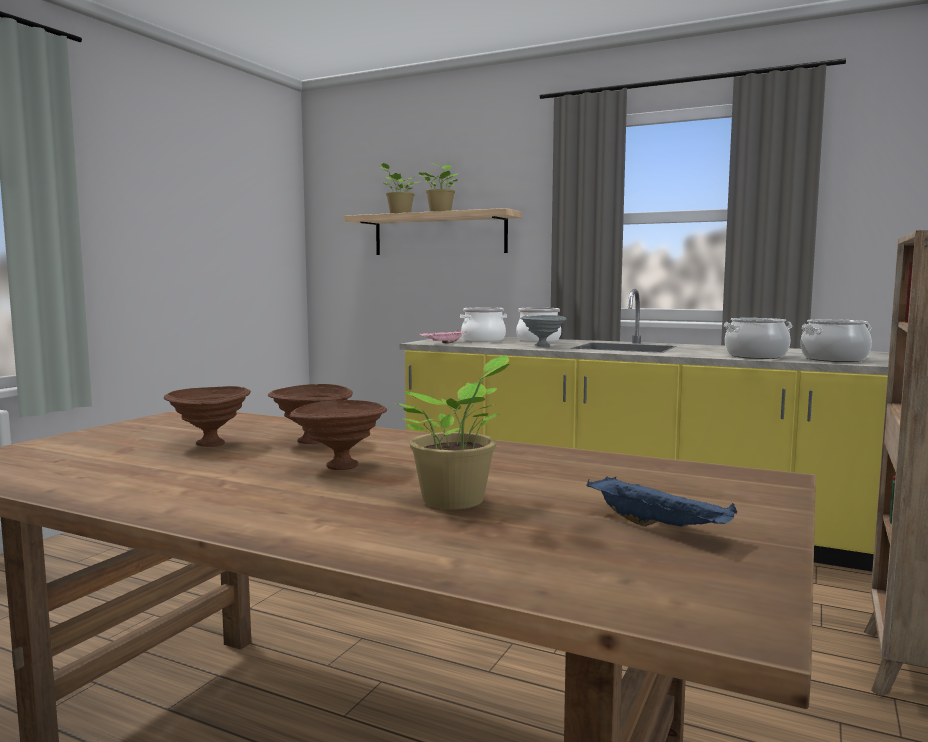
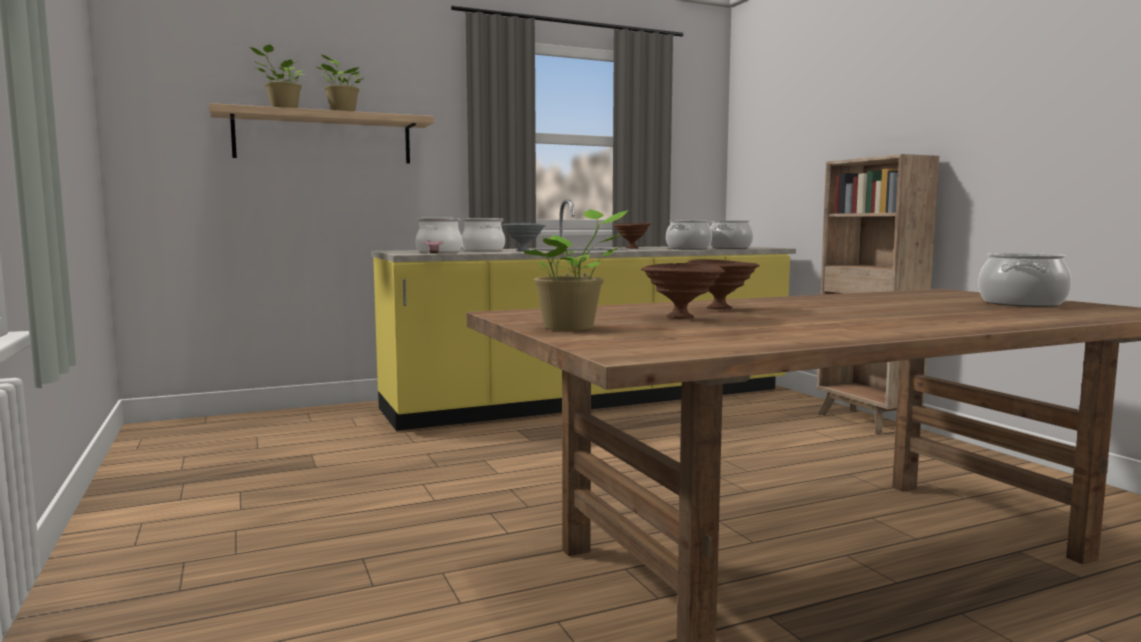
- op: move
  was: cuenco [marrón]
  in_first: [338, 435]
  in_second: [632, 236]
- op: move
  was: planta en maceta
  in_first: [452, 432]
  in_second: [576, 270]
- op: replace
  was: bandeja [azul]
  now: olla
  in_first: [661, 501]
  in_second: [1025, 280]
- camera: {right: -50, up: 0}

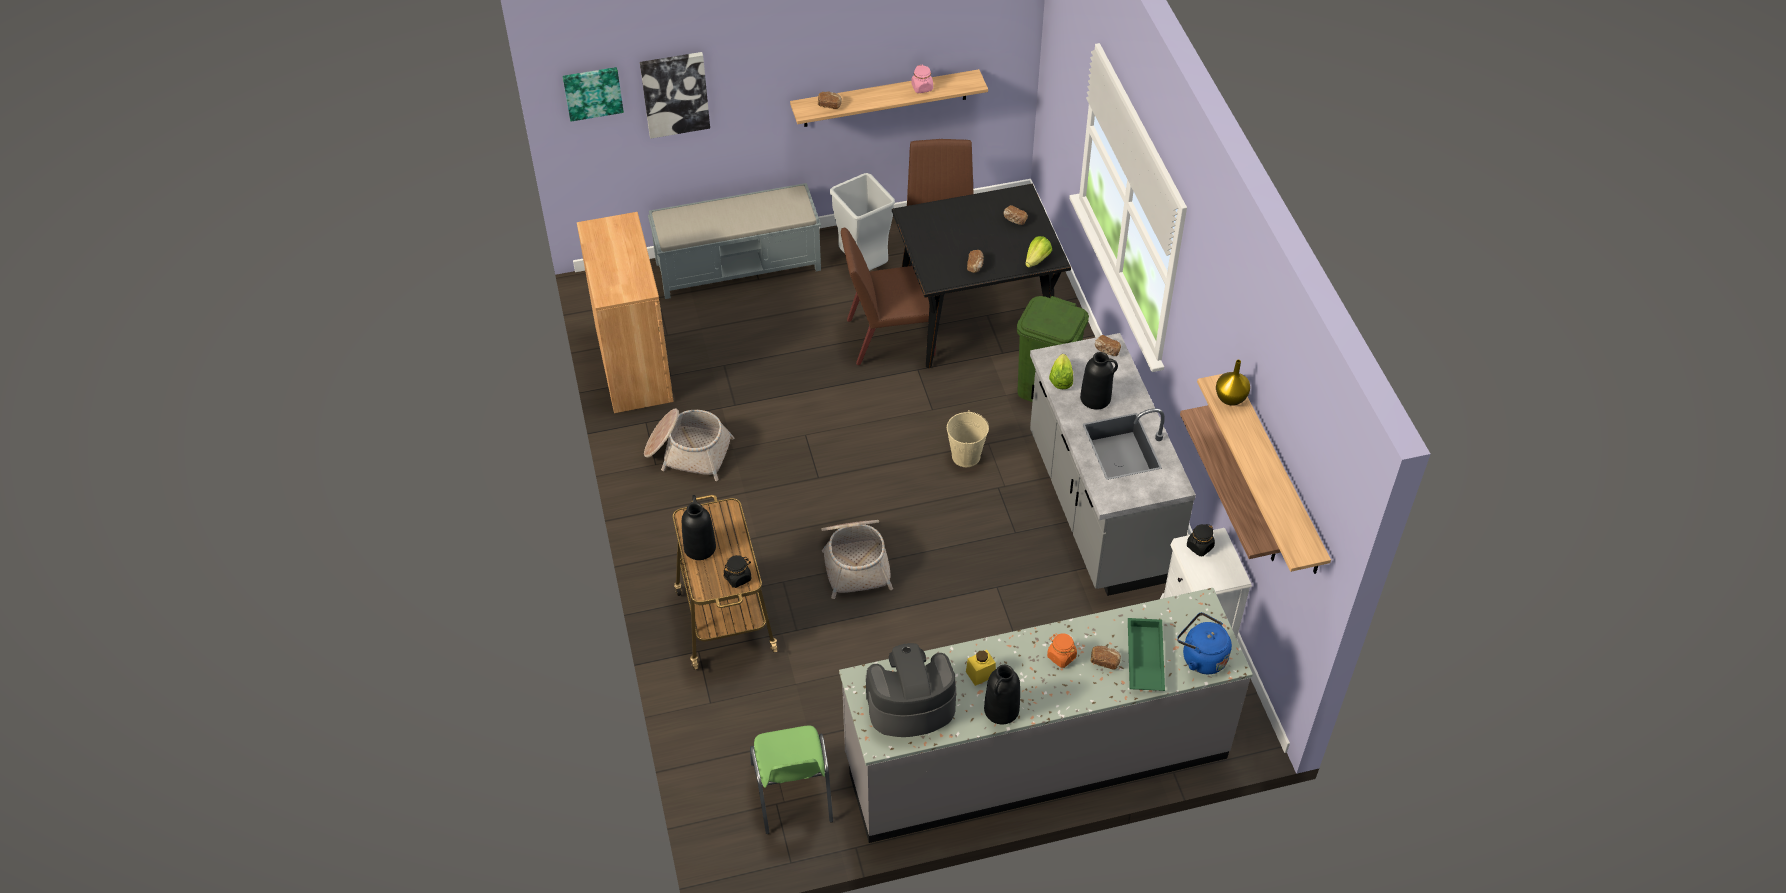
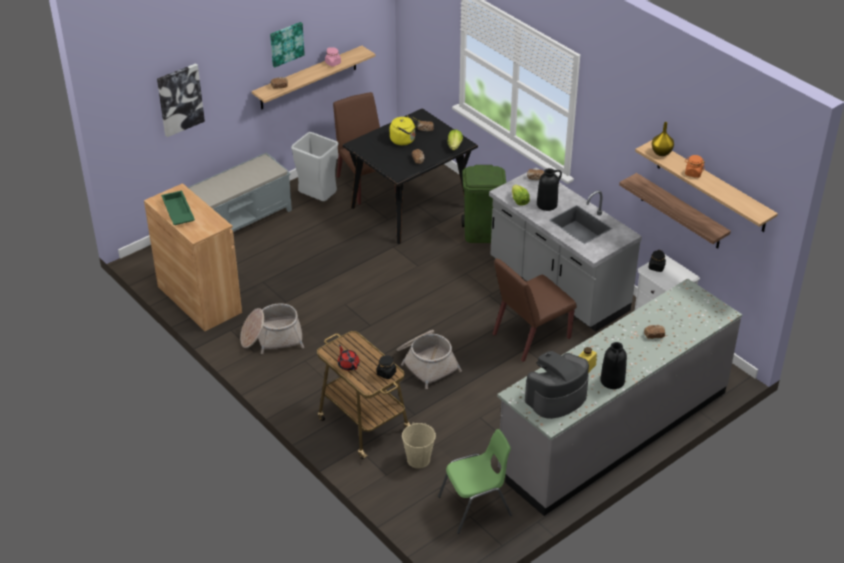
- op: move
  was: cuadro
  in_first: [593, 94]
  in_second: [287, 44]
- op: replace
  was: florero [negro]
  now: tetera [rojo]
  in_first: [699, 527]
  in_second: [349, 357]
- op: rotate
  was: silla [verde]
  in_first: [791, 780]
  in_second: [475, 481]
  clockwise: -75
- op: move
  was: silla [marrón]
  in_first: [888, 296]
  in_second: [534, 310]
- op: move
  was: cubo [beis]
  in_first: [968, 438]
  in_second: [419, 446]
- op: move
  was: tarro [naranja]
  in_first: [1062, 650]
  in_second: [695, 166]
- op: move
  was: bandeja [verde]
  in_first: [1146, 654]
  in_second: [178, 208]
- op: delete
  was: hervidor [azul]
  in_first: [1204, 643]
- op: insert
  now: hervidor [amarillo]
  in_second: [405, 130]
- camera: {right: -25, up: -10}

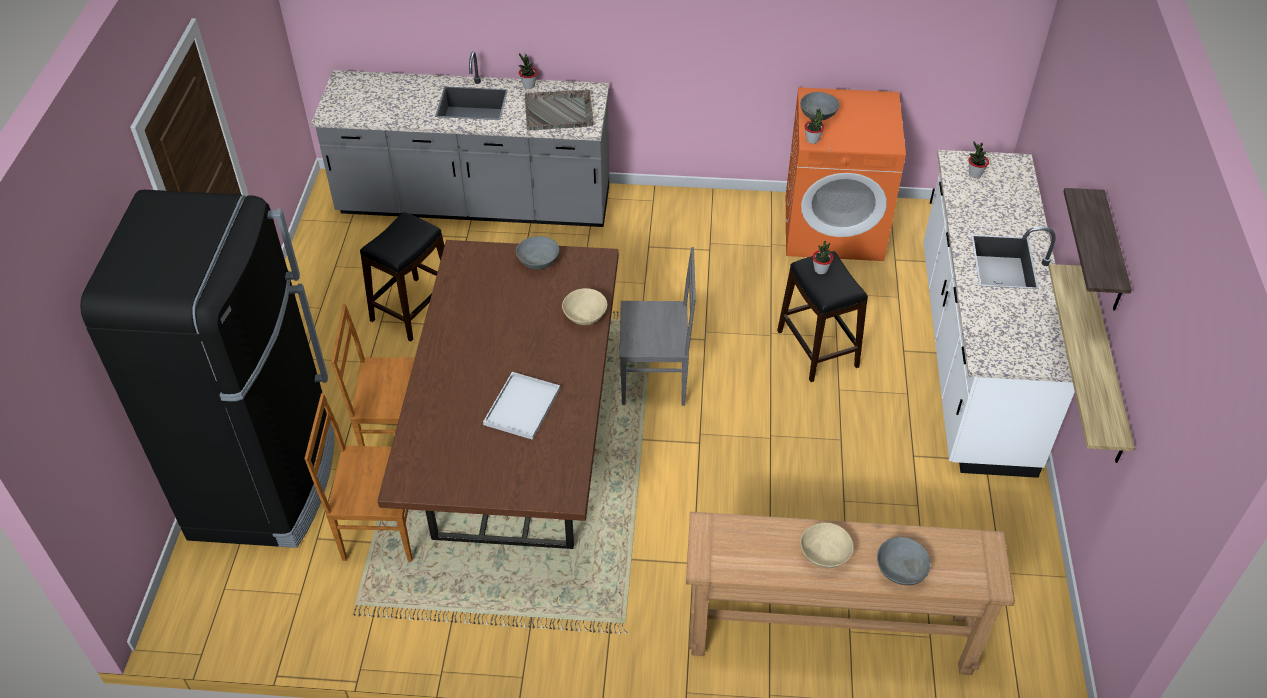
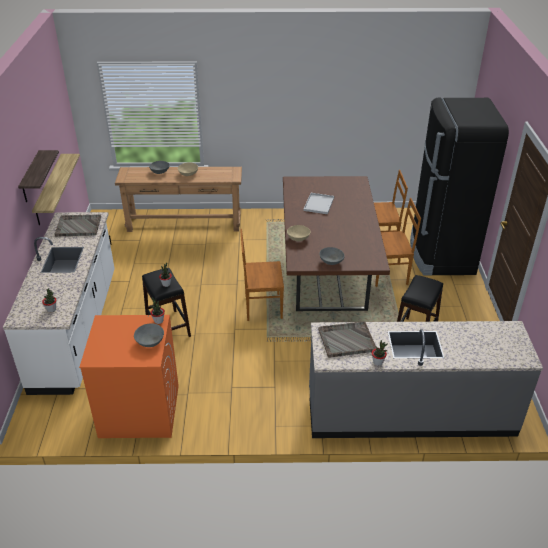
- op: recolor
  was: silla [gris]
  now: silla [marrón]
  in_first: [658, 326]
  in_second: [262, 275]
- op: insert
  now: bandeja [gris]
  in_second: [78, 226]
- camera: {right: 175, up: -10}

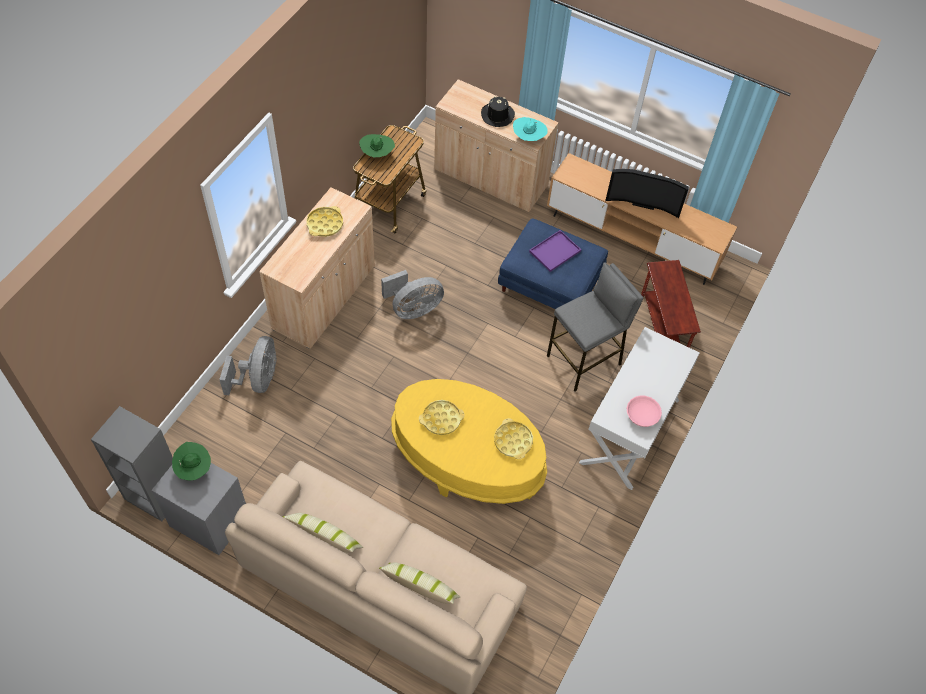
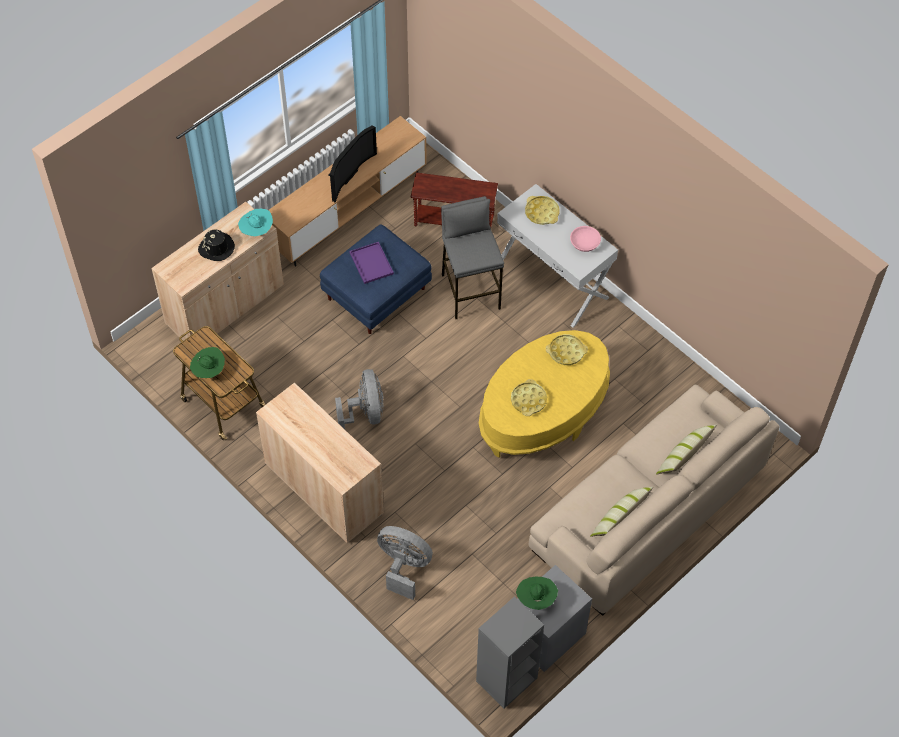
- op: move
  was: bandeja [amarillo]
  in_first: [325, 221]
  in_second: [542, 210]
- camera: {right: -70, up: 0}

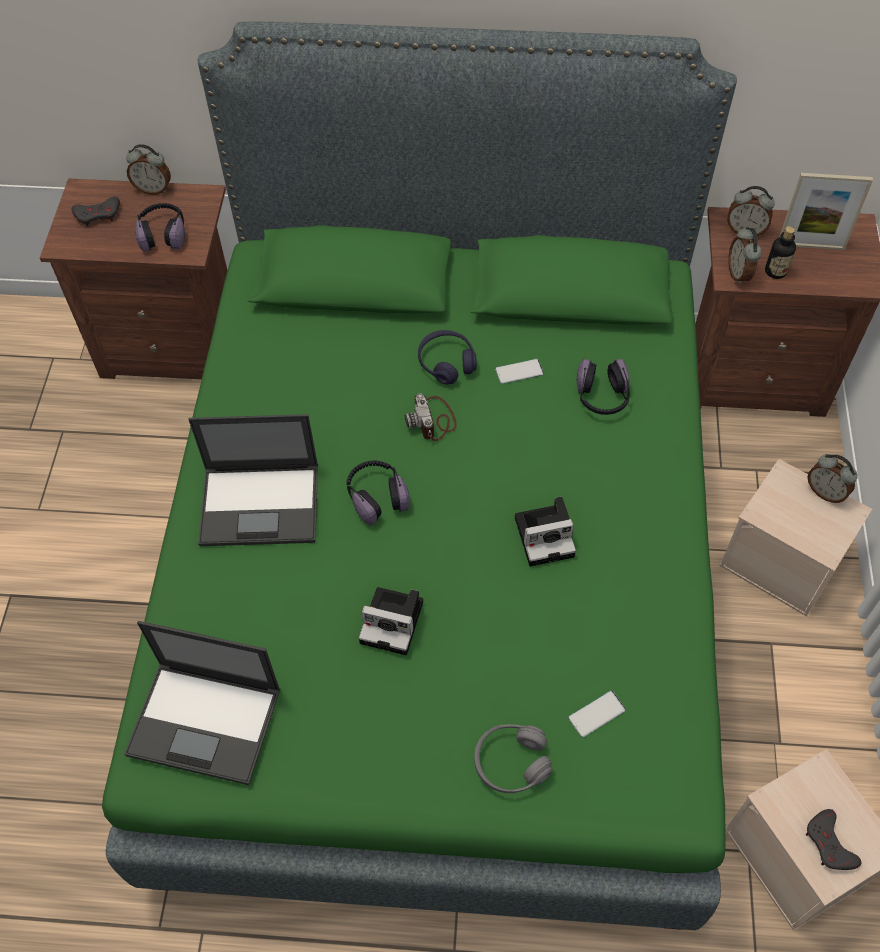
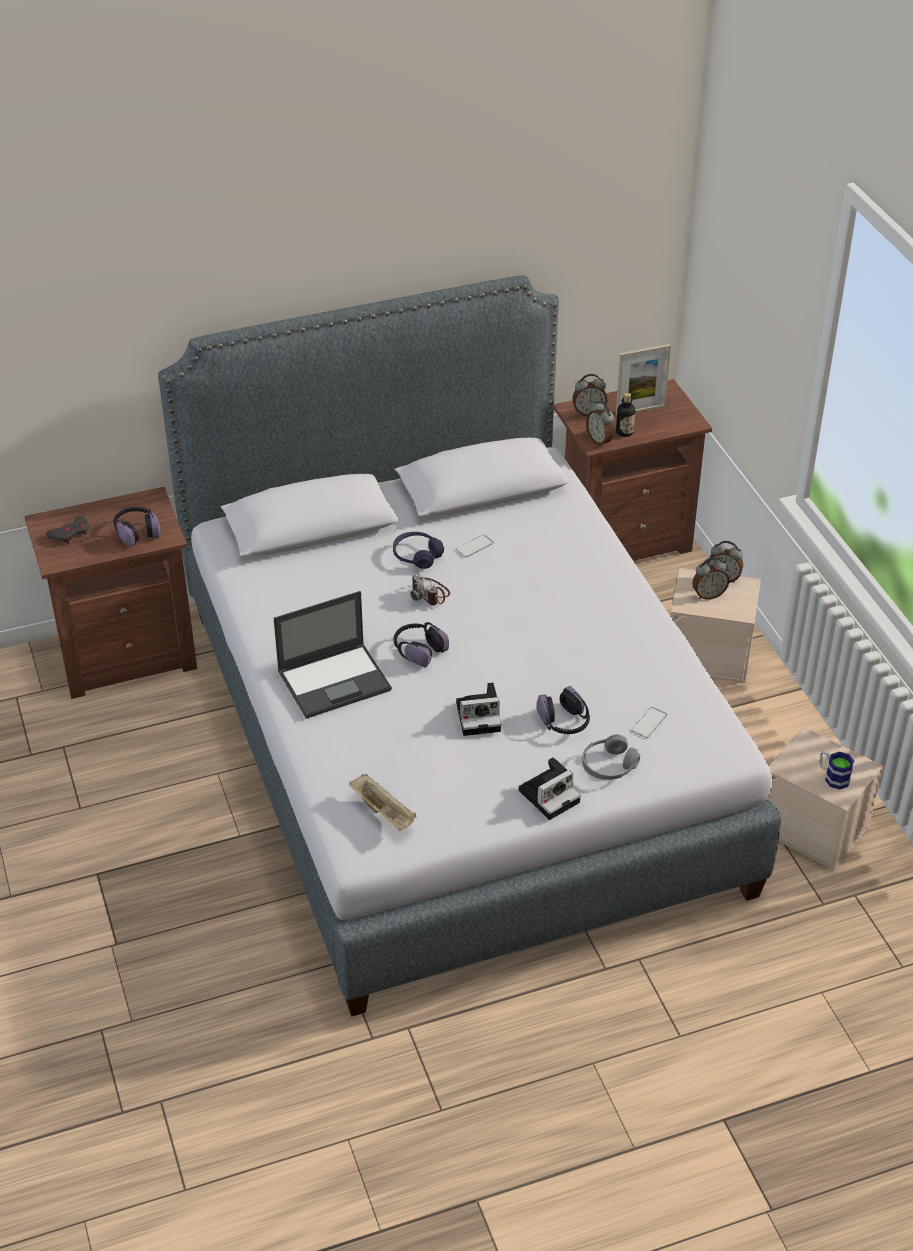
- op: recolor
  was: cama [verde]
  now: cama [gris]
  in_first: [419, 475]
  in_second: [469, 646]
- op: replace
  was: portátil
  now: bandeja [beis]
  in_first: [202, 703]
  in_second: [383, 802]
- op: move
  was: despertador
  in_first: [148, 169]
  in_second: [710, 578]
- op: move
  was: cámara
  in_first: [545, 531]
  in_second: [550, 788]
- op: move
  was: auriculares
  in_first: [603, 387]
  in_second: [563, 710]
- op: replace
  was: mando de consola [gris]
  now: taza grande
  in_first: [833, 839]
  in_second: [836, 770]
- camera: {right: -25, up: -15}

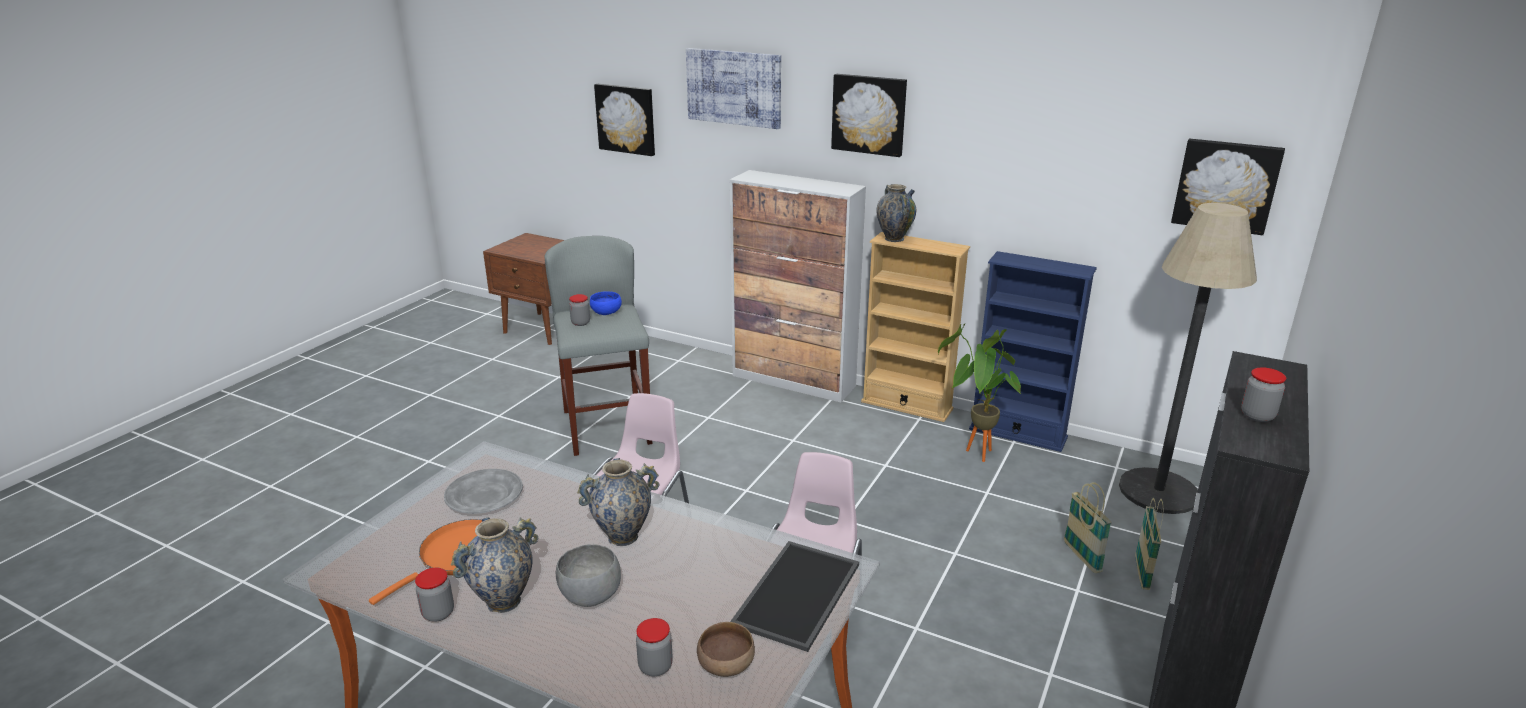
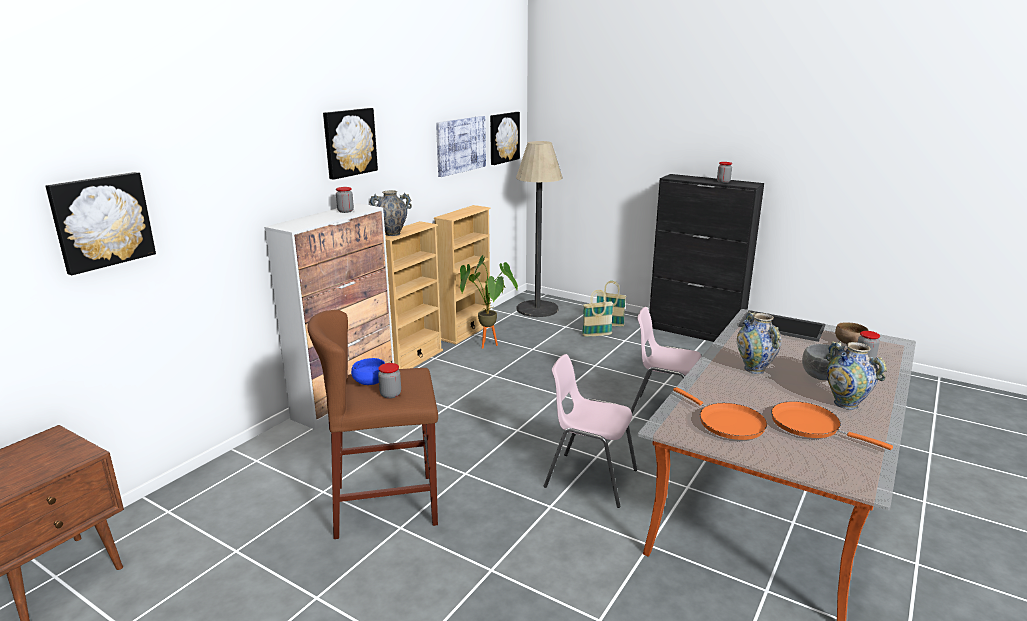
- op: move
  was: tarro
  in_first: [434, 595]
  in_second: [345, 200]
- op: replace
  was: plato [gris]
  now: sartén [naranja]
  in_first: [483, 491]
  in_second: [720, 413]
- op: recolor
  was: taburete [gris]
  now: taburete [marrón]
  in_first: [598, 346]
  in_second: [372, 424]
- op: move
  was: cuadro
  in_first: [733, 88]
  in_second: [461, 146]
- op: recolor
  was: estantería [azul]
  now: estantería [beis]
  in_first: [1033, 351]
  in_second: [462, 274]
- camera: {right: -85, up: -5}

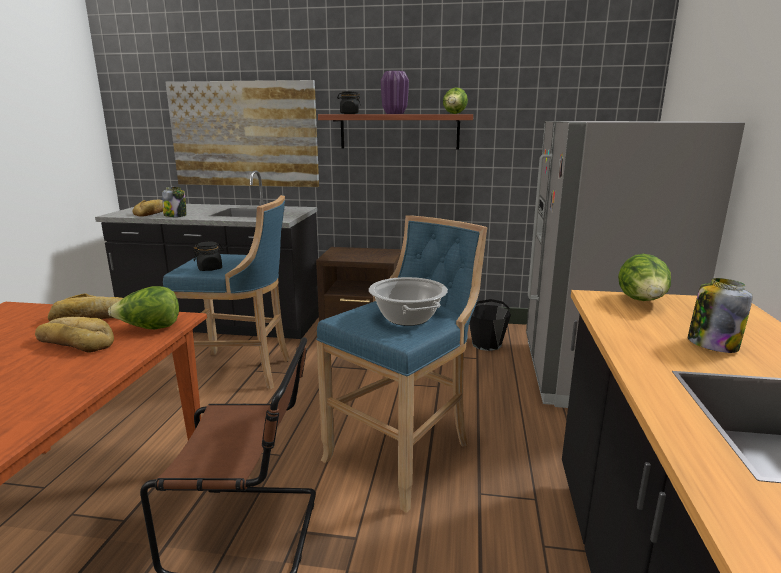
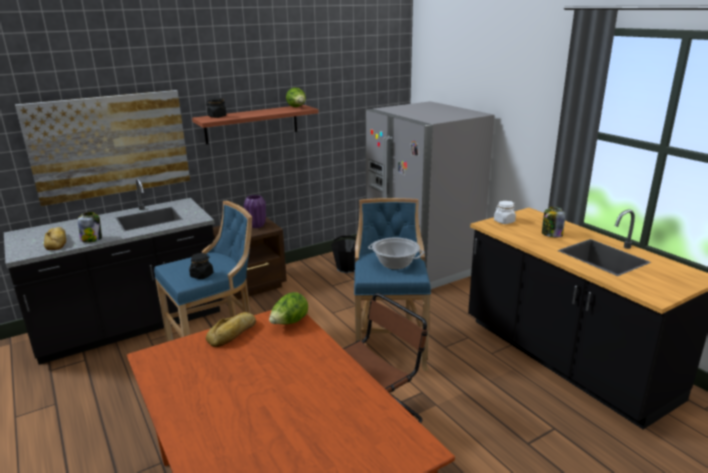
- op: delete
  was: pan
  in_first: [74, 335]
- op: move
  was: florero [morado]
  in_first: [395, 92]
  in_second: [255, 211]
- op: replace
  was: lechuga
  now: tarro [blanco]
  in_first: [644, 277]
  in_second: [505, 212]
- camera: {right: -40, up: 5}

